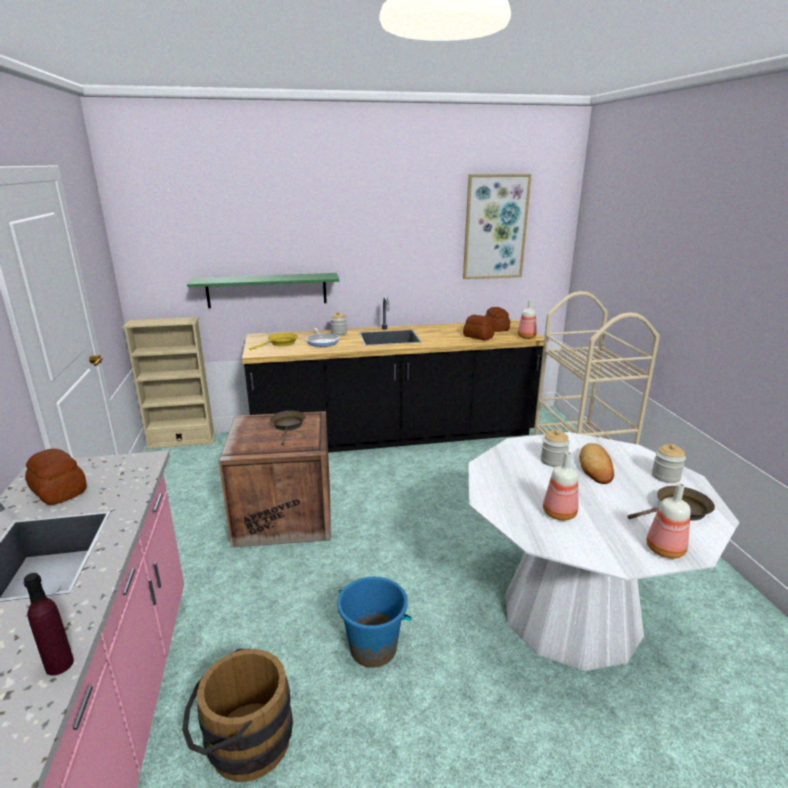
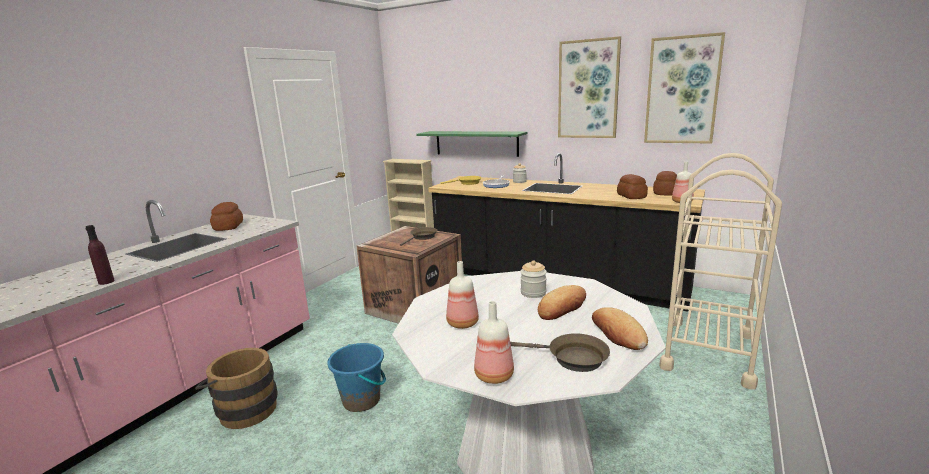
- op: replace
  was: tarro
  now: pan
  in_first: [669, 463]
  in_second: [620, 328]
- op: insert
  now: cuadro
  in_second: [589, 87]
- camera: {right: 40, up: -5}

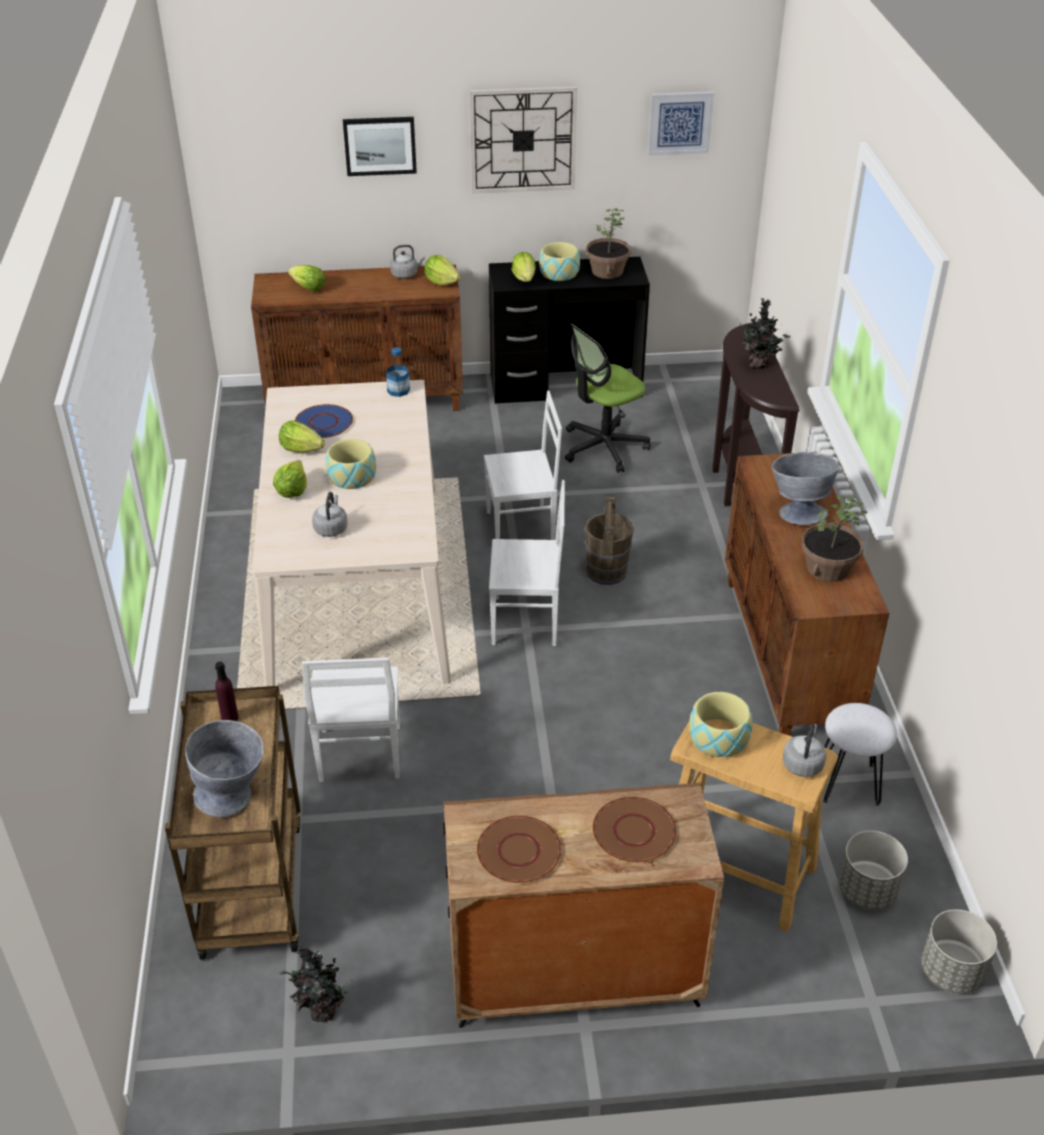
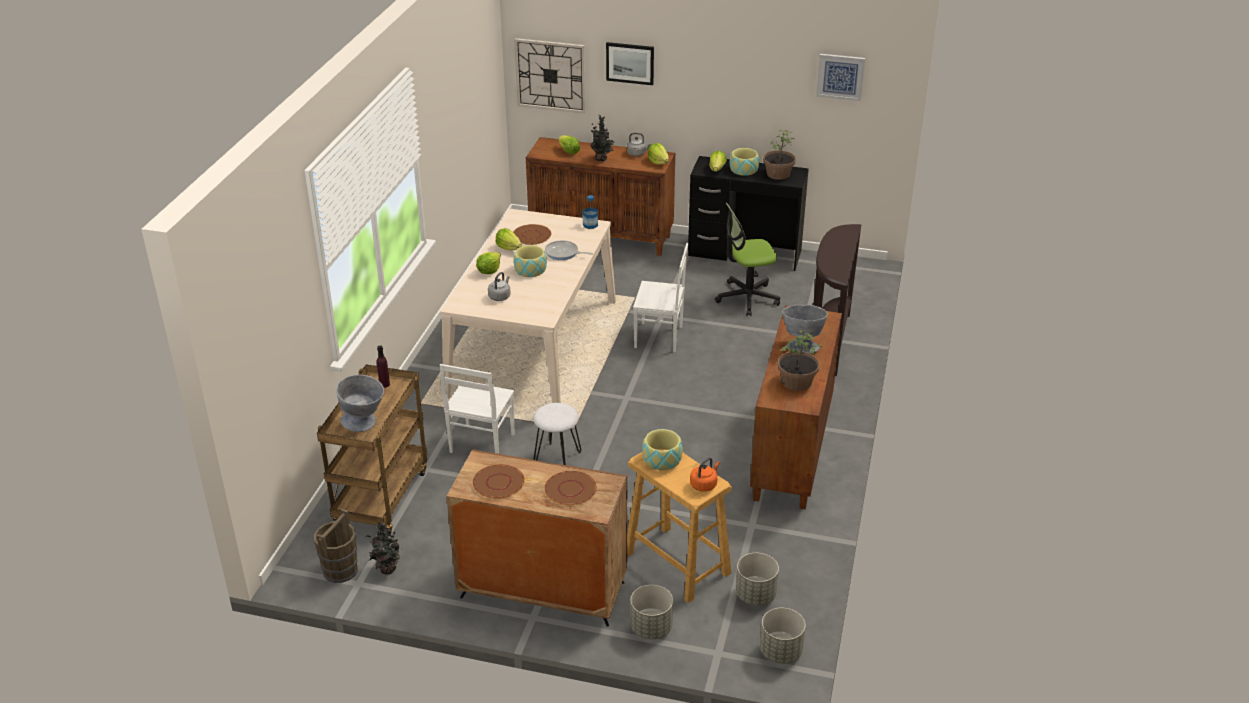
- op: recolor
  was: plato [azul]
  now: plato [marrón]
  in_first: [324, 421]
  in_second: [532, 234]
- op: move
  was: reloj de pared
  in_first: [523, 140]
  in_second: [550, 76]
- op: delete
  was: silla [blanco]
  in_first: [527, 563]
- op: move
  was: cubo [marrón]
  in_first: [609, 541]
  in_second: [336, 546]
- op: move
  was: planta en maceta
  in_first: [763, 333]
  in_second: [603, 138]
- op: recolor
  was: hervidor [gris]
  now: hervidor [naranja]
  in_first: [804, 750]
  in_second: [705, 474]
- op: move
  was: taburete [blanco]
  in_first: [860, 754]
  in_second: [557, 434]
- op: insert
  now: sartén
  in_second: [569, 250]
- op: insert
  now: maceta [gris]
  in_second: [651, 612]
- camera: {right: 20, up: -5}

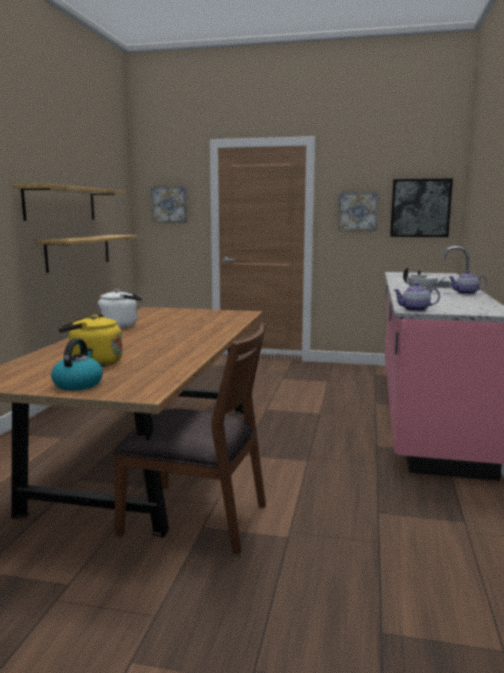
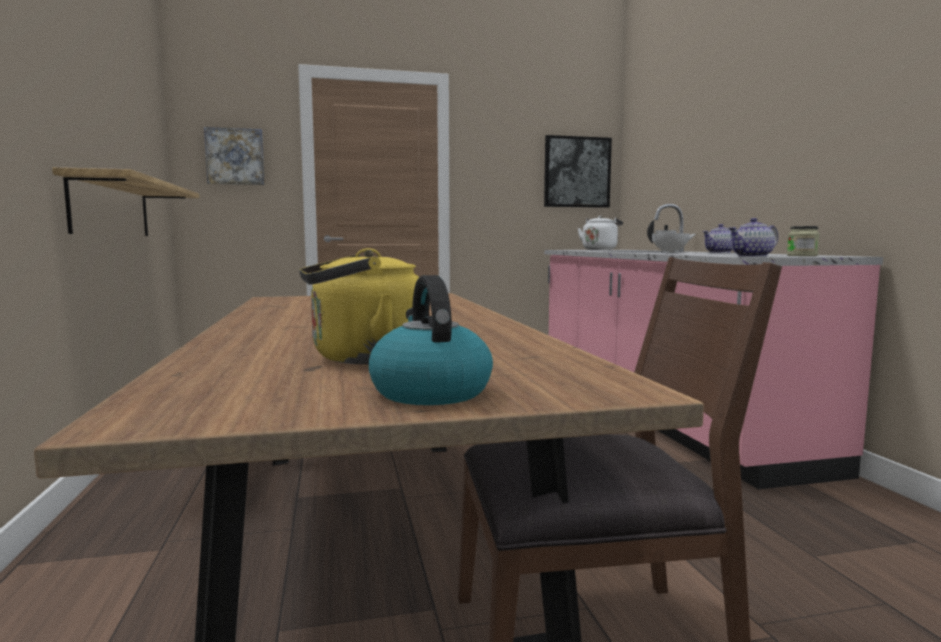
- op: delete
  was: estante
  in_first: [68, 202]
- op: move
  was: hervidor [blanco]
  in_first: [119, 309]
  in_second: [600, 233]
- op: delete
  was: cuadro
  in_first: [358, 211]
- op: insert
  now: tarro
  in_second: [803, 241]
- camera: {right: -25, up: -5}

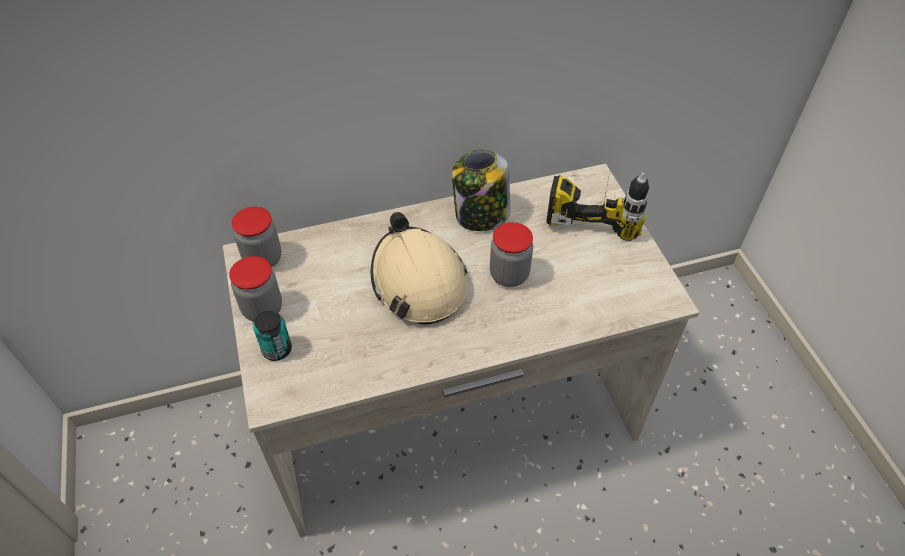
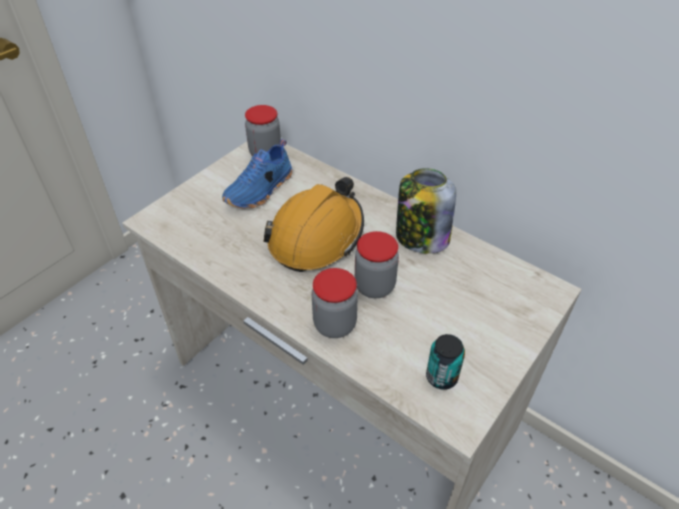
- op: move
  was: tarro
  in_first: [255, 289]
  in_second: [335, 303]
- op: move
  was: lata
  in_first: [272, 335]
  in_second: [445, 362]
- op: recolor
  was: casco [beis]
  now: casco [naranja]
  in_first: [419, 268]
  in_second: [314, 224]
- op: delete
  was: taladro
  in_first: [597, 206]
- op: insert
  now: zapato [azul]
  in_second: [257, 174]
- camera: {right: 55, up: -5}

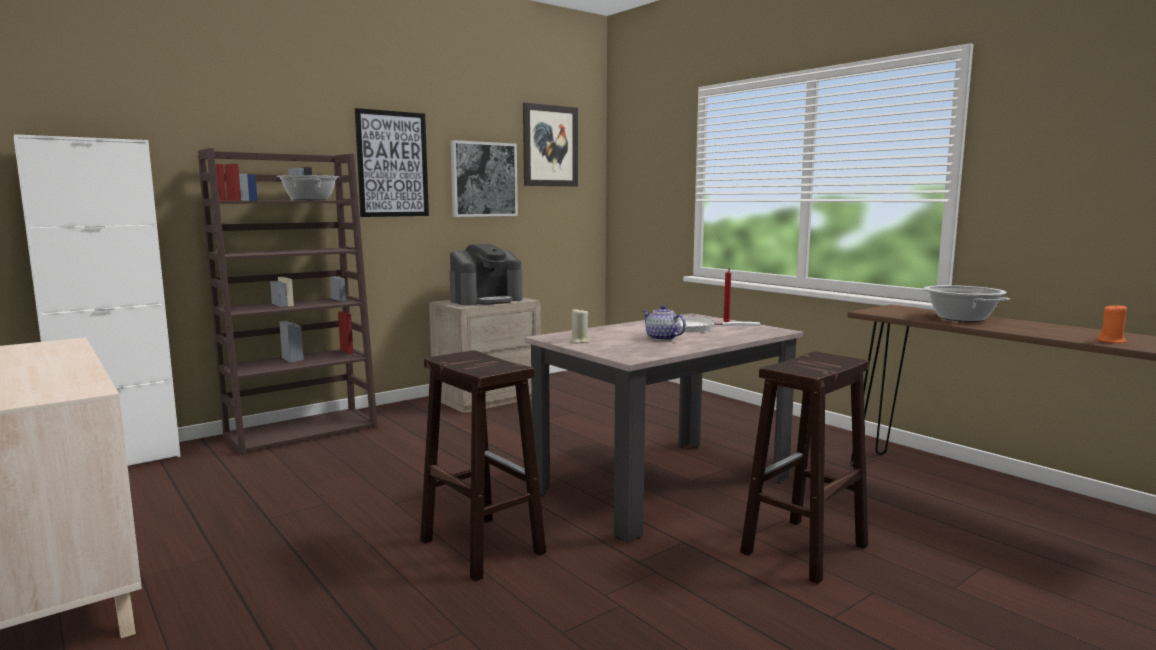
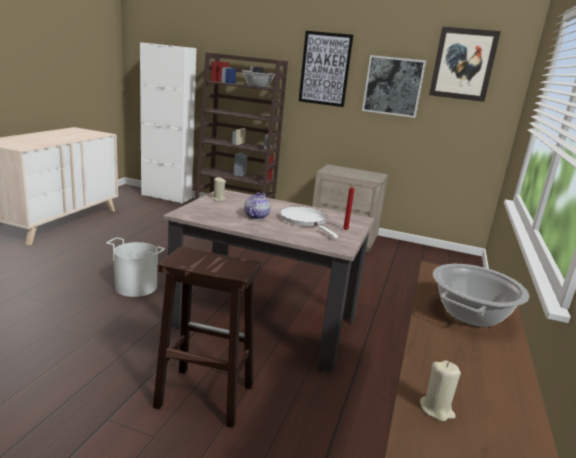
- op: replace
  was: taburete [marrón]
  now: cubo [blanco]
  in_first: [483, 465]
  in_second: [135, 267]
- op: delete
  was: cafetera
  in_first: [486, 274]
- op: recolor
  was: vela [naranja]
  now: vela [beis]
  in_first: [1112, 323]
  in_second: [440, 390]
- camera: {right: 55, up: 10}

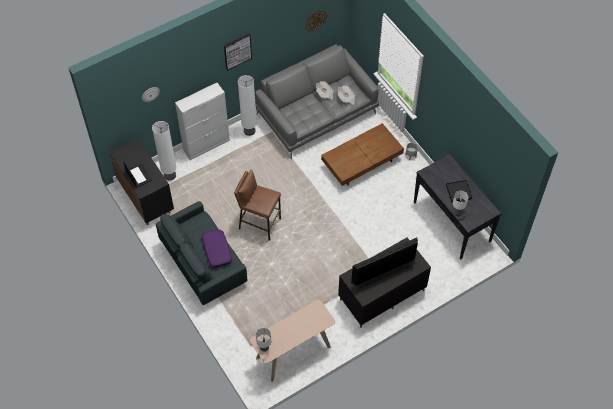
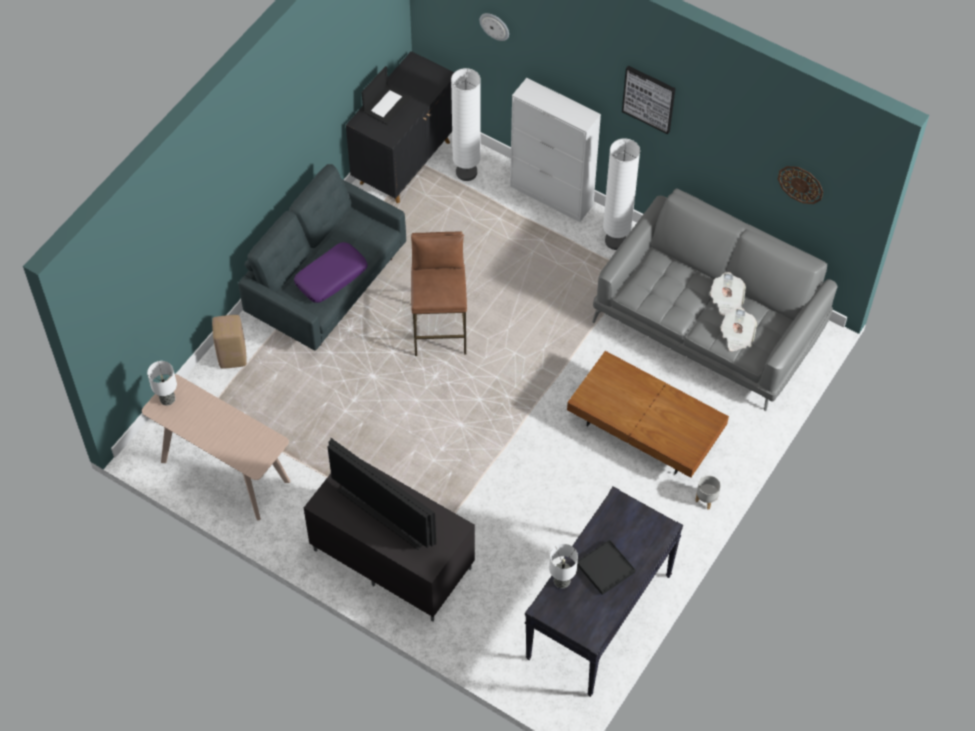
- op: insert
  now: taburete [beis]
  in_second: [229, 342]
- camera: {right: 65, up: 0}

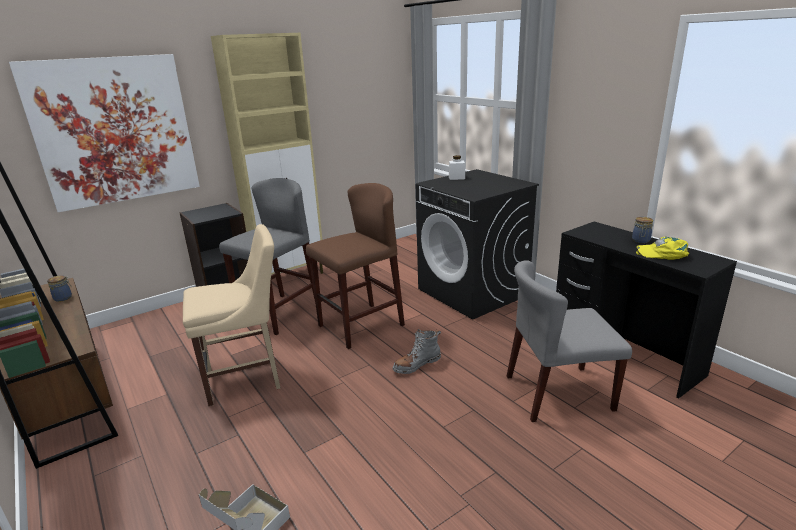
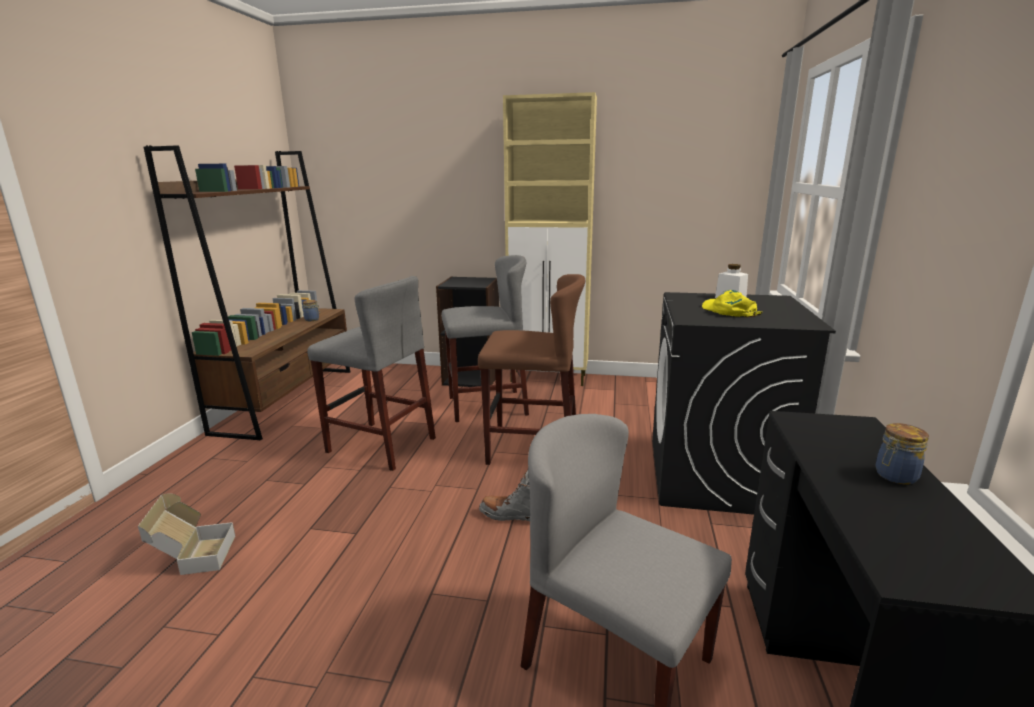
- op: delete
  was: cuadro
  in_first: [104, 133]
- op: replace
  was: silla [beis]
  now: taburete [gris]
  in_first: [231, 315]
  in_second: [372, 373]
- op: move
  was: gorra [amarillo]
  in_first: [662, 248]
  in_second: [732, 303]
- camera: {right: 45, up: -5}

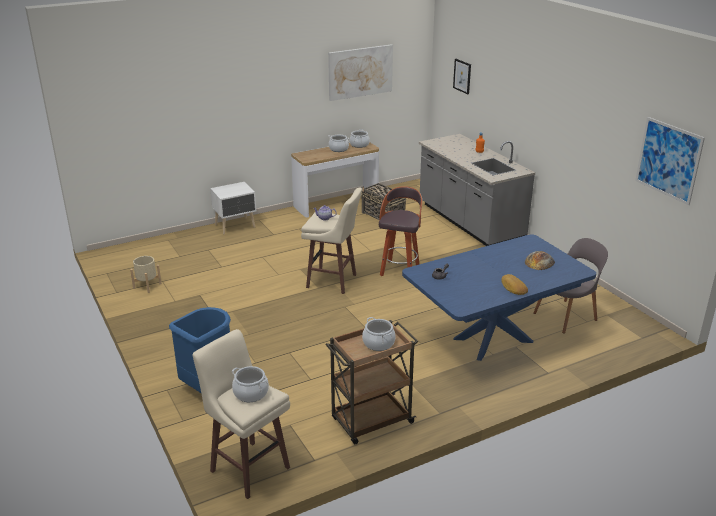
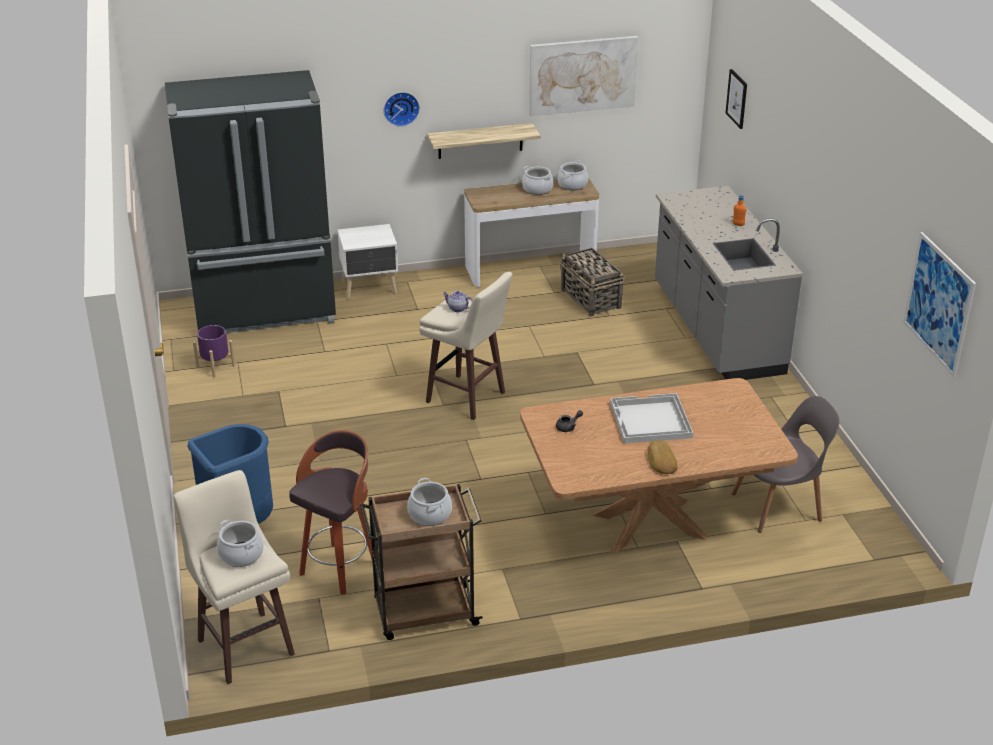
- op: recolor
  was: maceta [beis]
  now: maceta [morado]
  in_first: [146, 274]
  in_second: [214, 351]
- op: move
  was: taburete
  in_first: [400, 231]
  in_second: [331, 512]
- op: recolor
  was: mesa de comedor [azul]
  now: mesa de comedor [marrón]
  in_first: [499, 297]
  in_second: [659, 465]
- op: delete
  was: pan
  in_first: [540, 260]
- op: insert
  now: nevera [negro]
  in_second: [250, 201]
- op: insert
  now: reloj de pared
  in_second: [402, 109]
- op: insert
  now: estante
  in_second: [484, 141]
- op: insert
  now: bandeja [blanco]
  in_second: [651, 418]
- camera: {right: 15, up: 5}

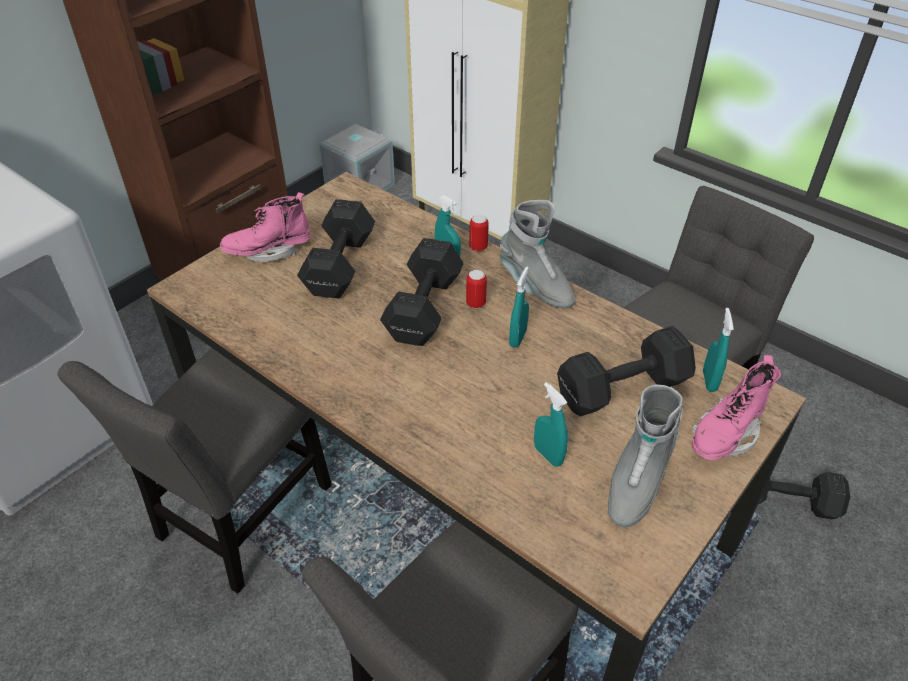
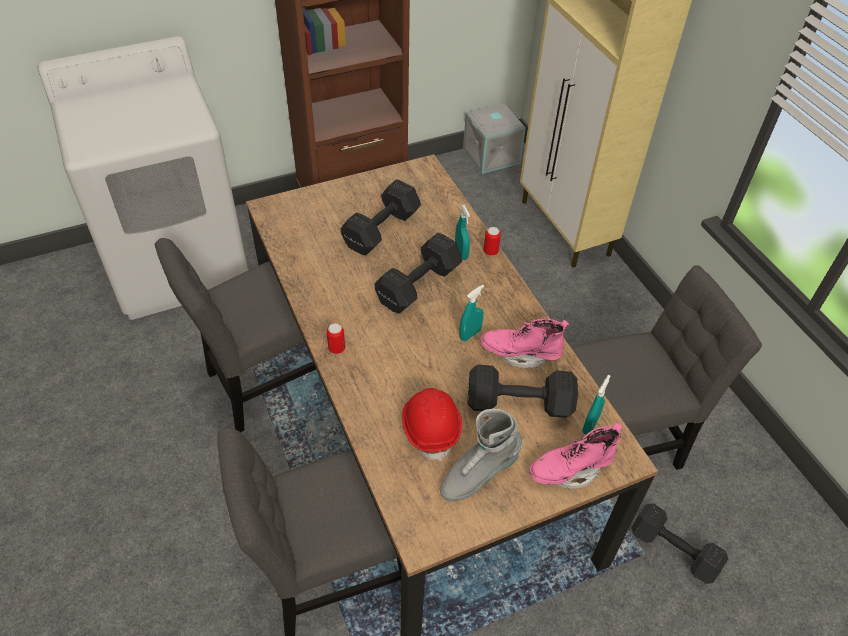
- op: move
  was: bota [rosa]
  in_first: [265, 227]
  in_second: [525, 343]
- op: move
  was: lata
  in_first: [476, 289]
  in_second: [336, 338]
- op: delete
  was: bota [gris]
  in_first: [537, 254]
- op: replace
  was: pulverizador [turquesa]
  now: casco [rojo]
  in_first: [551, 424]
  in_second: [432, 424]
- camera: {right: 25, up: 5}

